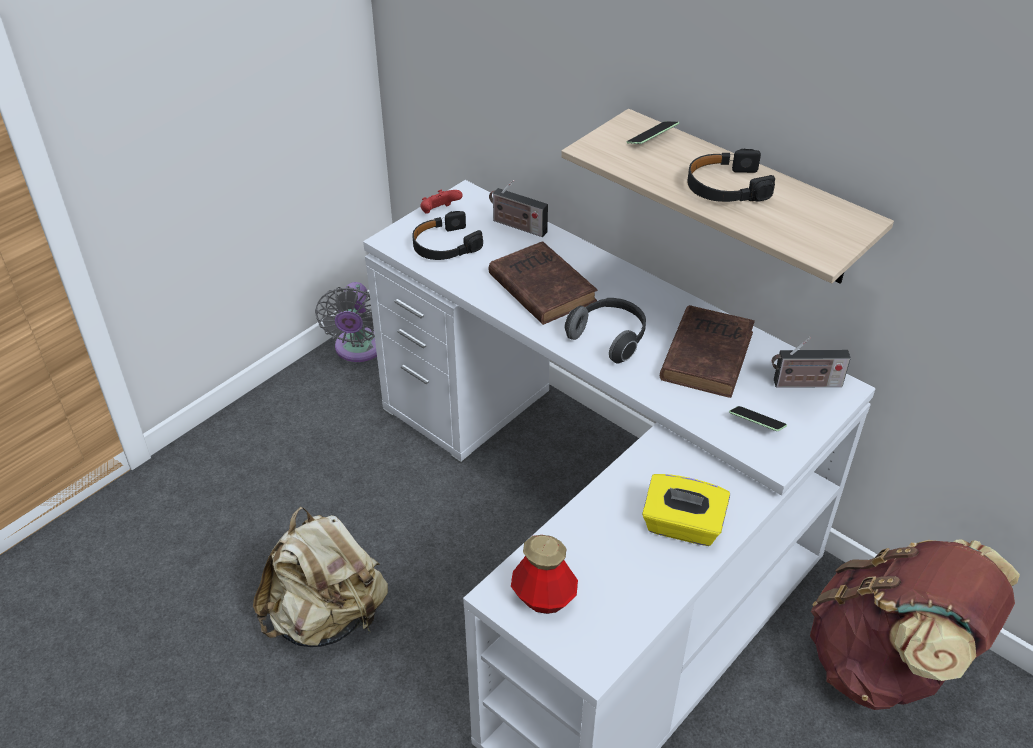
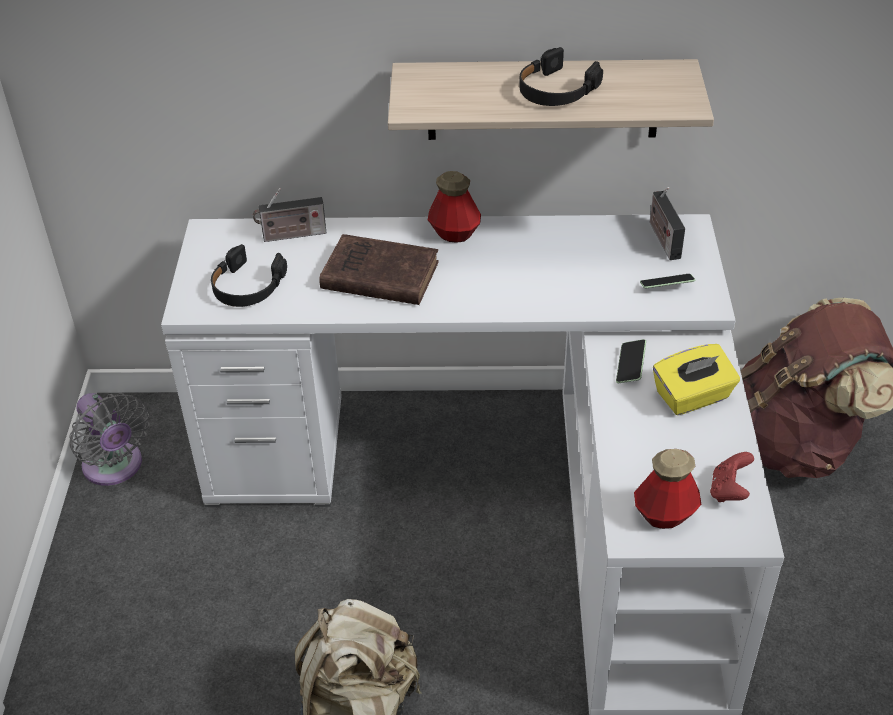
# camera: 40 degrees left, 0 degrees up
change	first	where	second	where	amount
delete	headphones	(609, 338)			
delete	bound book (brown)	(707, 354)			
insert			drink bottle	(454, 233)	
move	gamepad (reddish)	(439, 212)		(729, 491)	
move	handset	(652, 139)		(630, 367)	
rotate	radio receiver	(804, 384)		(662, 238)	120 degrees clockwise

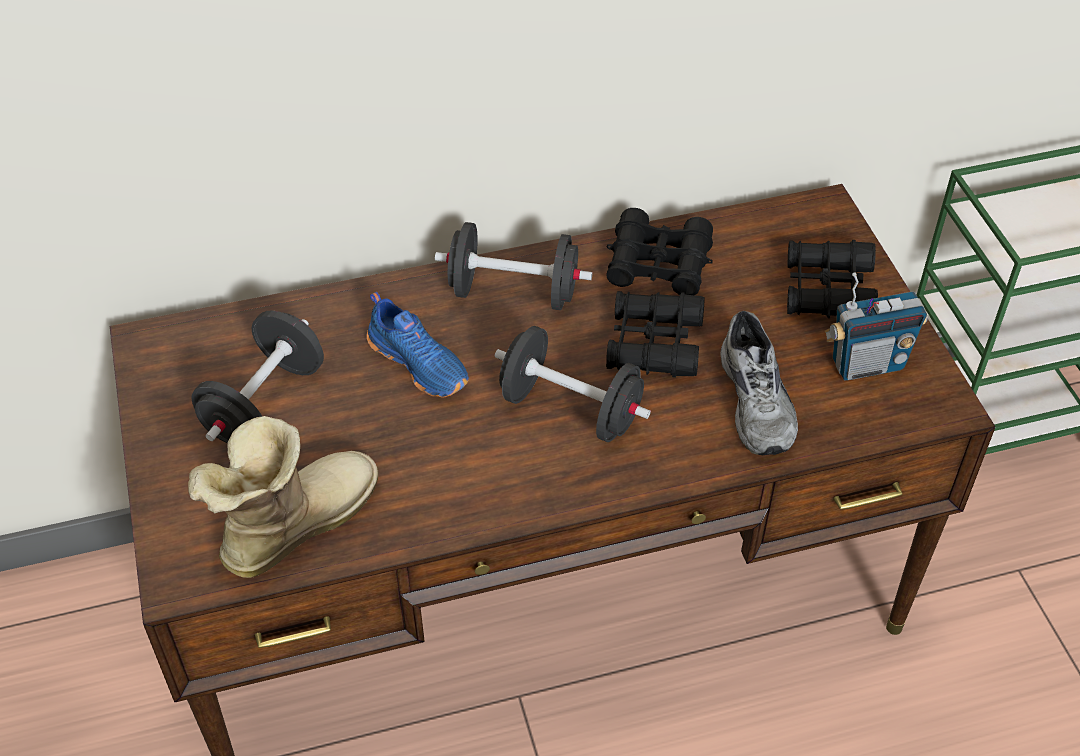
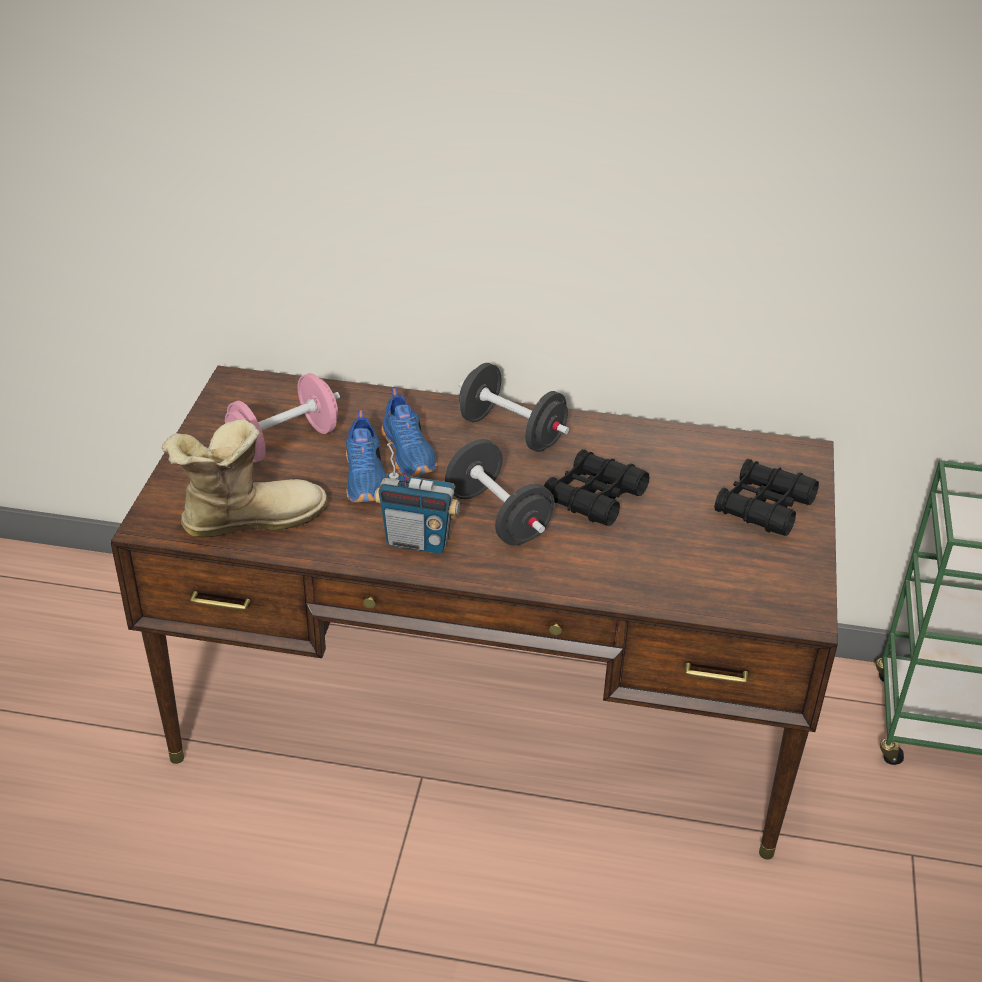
# camera: 25 degrees right, 10 degrees down
change	first	where	second	where	amount
delete	field glasses (blackish)	(659, 264)			
delete	shoe (grey)	(759, 401)			
insert			shoe (blue)	(367, 478)	
move	radio receiver	(867, 364)		(418, 541)	
recolor	hand weight (blackish)	(264, 404)	hand weight (pinkish)	(284, 442)	

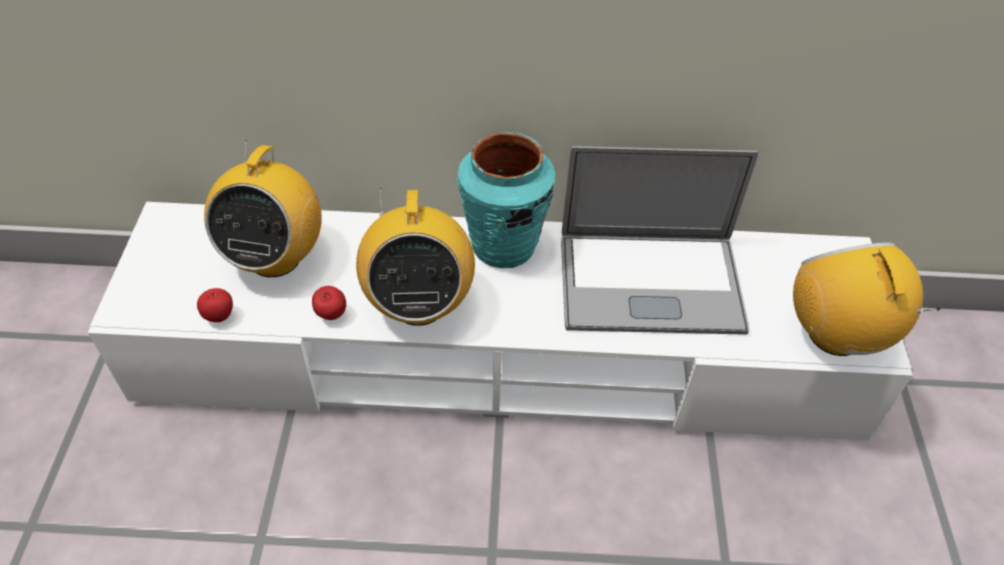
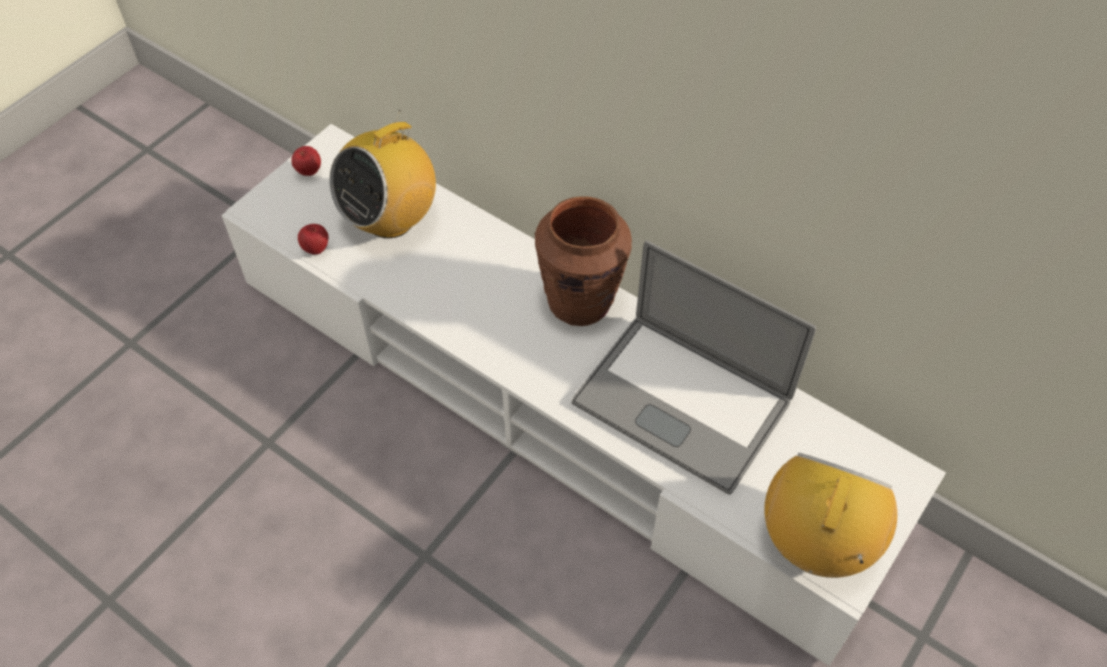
# camera: 35 degrees right, 5 degrees up
change	first	where	second	where	amount
delete	radio receiver	(419, 303)			
move	whole apple	(331, 315)		(309, 172)	
recolor	decorative vase (blue-green)	(503, 246)	decorative vase (brown)	(580, 301)	

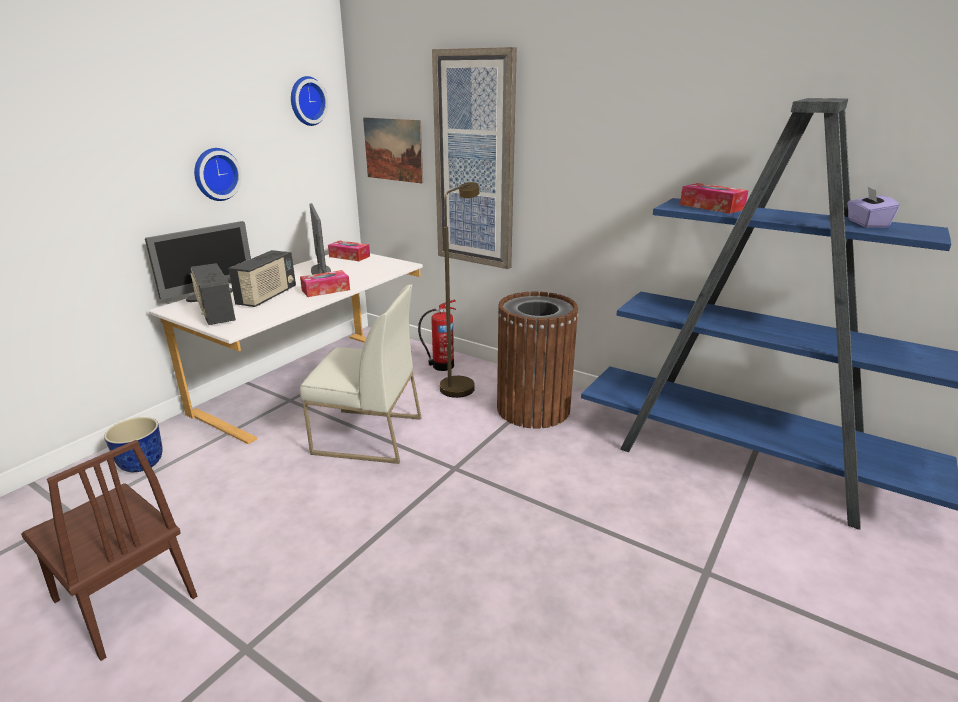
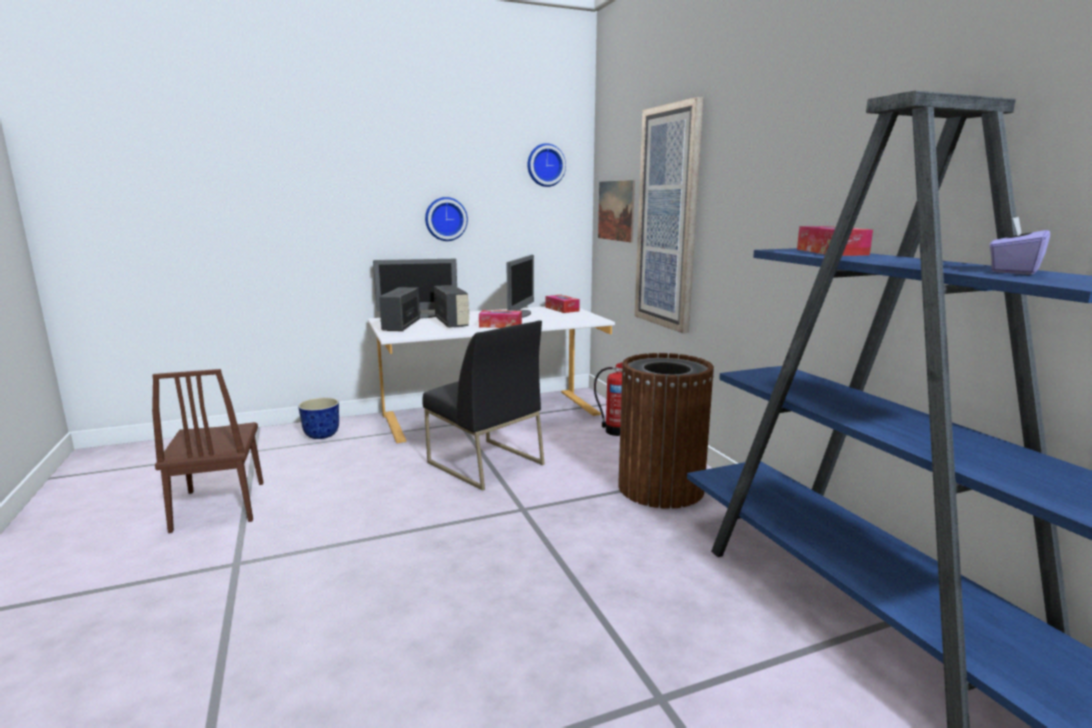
# camera: 35 degrees right, 10 degrees down
change	first	where	second	where	amount
delete	floor lamp (brown)	(460, 384)			
recolor	chair (whitish)	(367, 436)	chair (blackish)	(484, 463)	
rotate	radio receiver	(267, 297)		(452, 323)	75 degrees counterclockwise

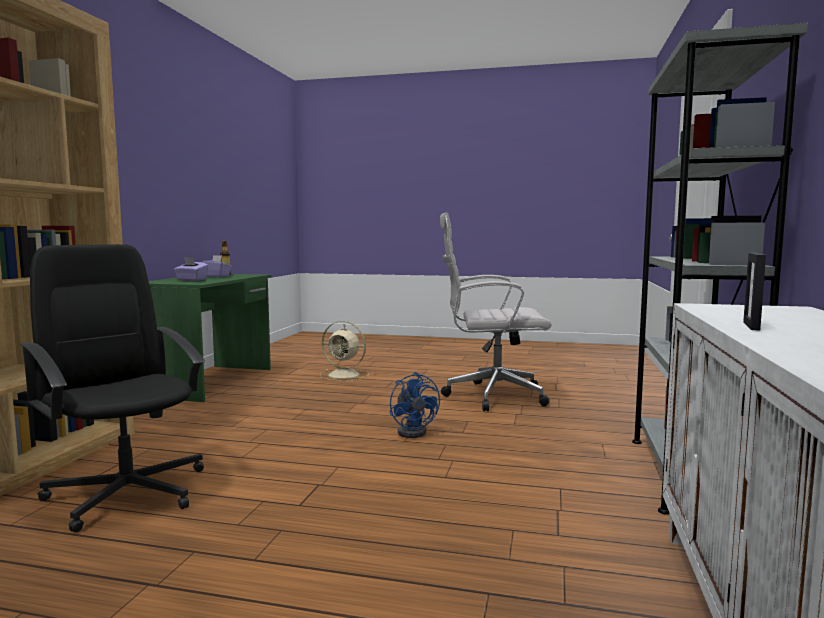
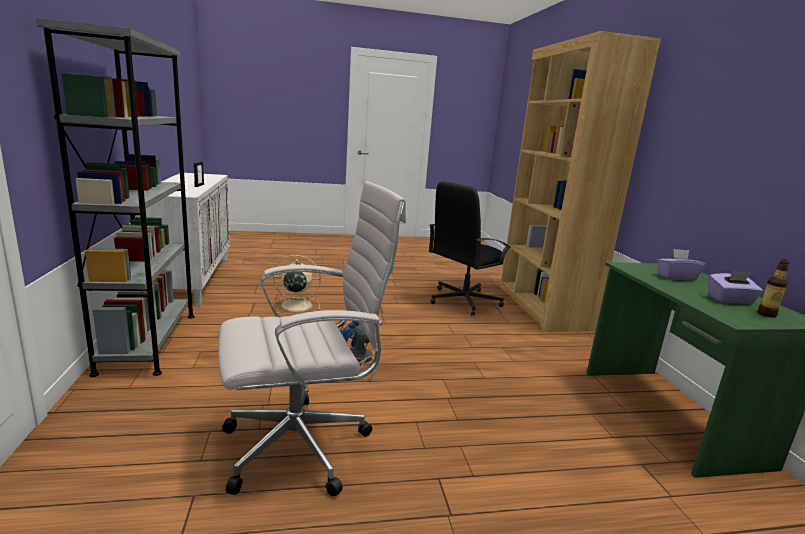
# camera: 155 degrees right, 10 degrees up
change	first	where	second	where	amount
move	cooling fan (beige)	(345, 375)		(295, 305)	
rotate	desk chair (blackish)	(127, 492)		(463, 301)	120 degrees clockwise

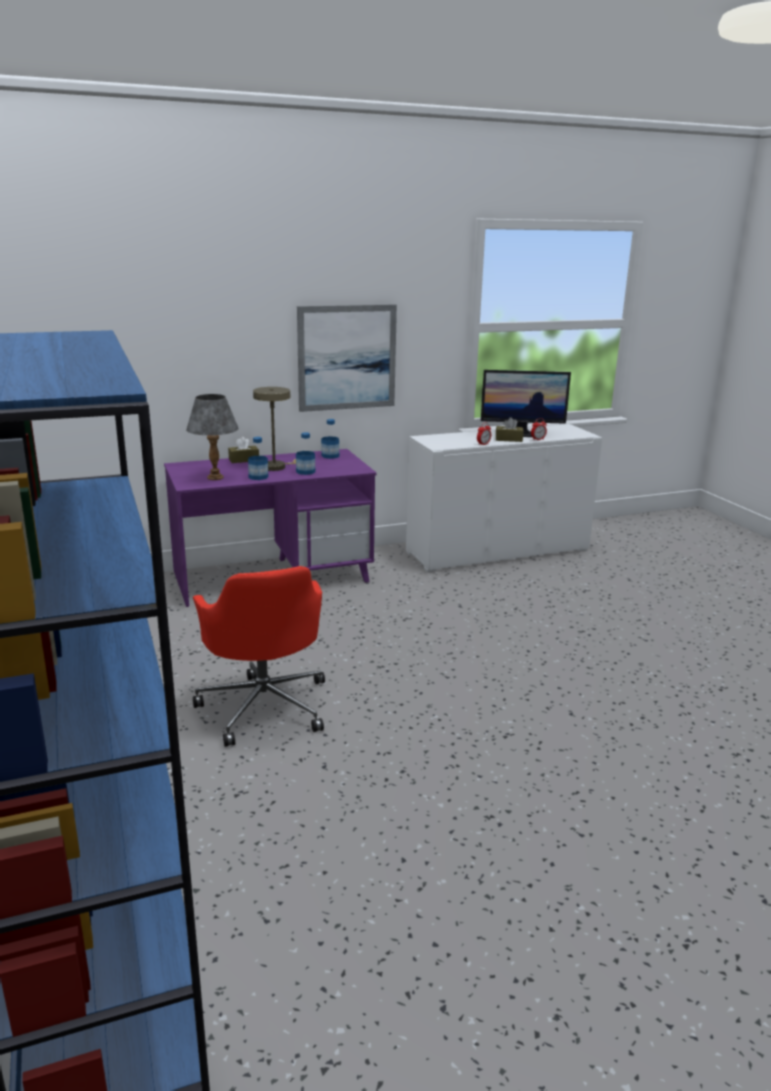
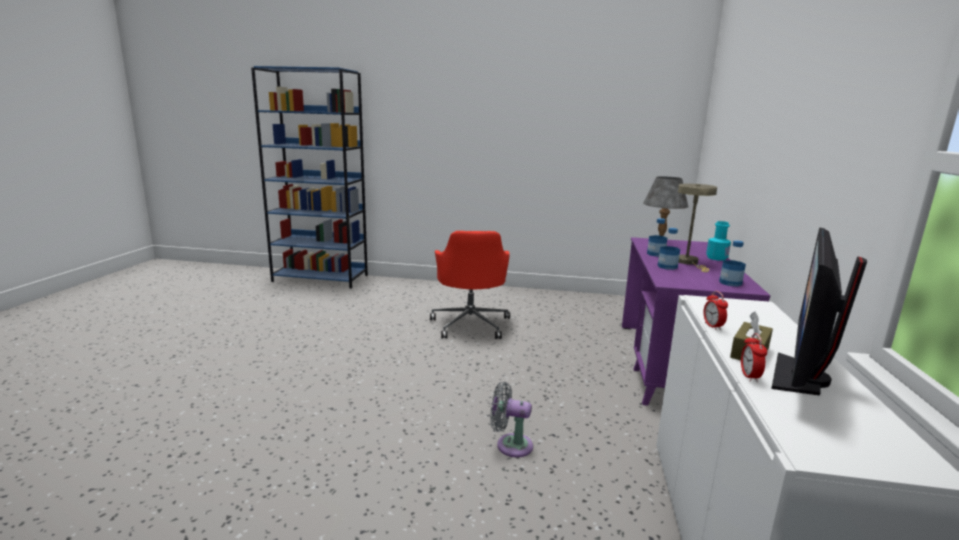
# camera: 120 degrees right, 5 degrees down
change	first	where	second	where	amount
delete	wall picture	(347, 357)			
insert			cooling fan (grey)	(510, 445)	
replace	box of tissues (brown)	(244, 460)	drink bottle (blue-green)	(716, 258)	
rotate	desk chair (reddish)	(264, 705)		(470, 324)	105 degrees counterclockwise

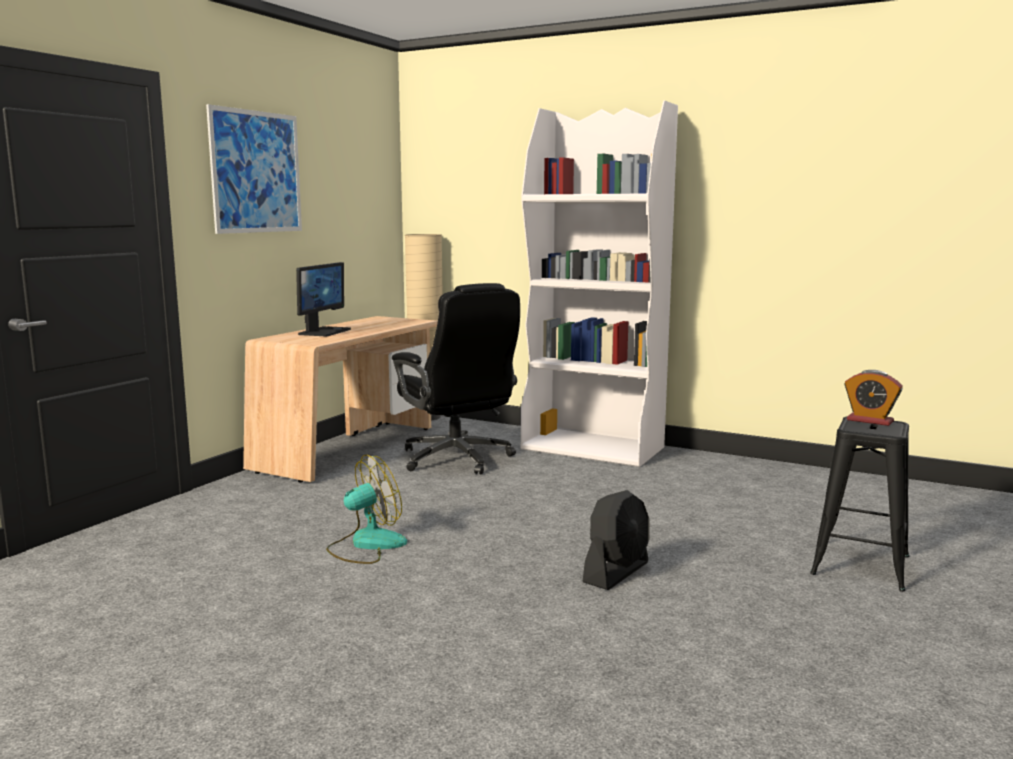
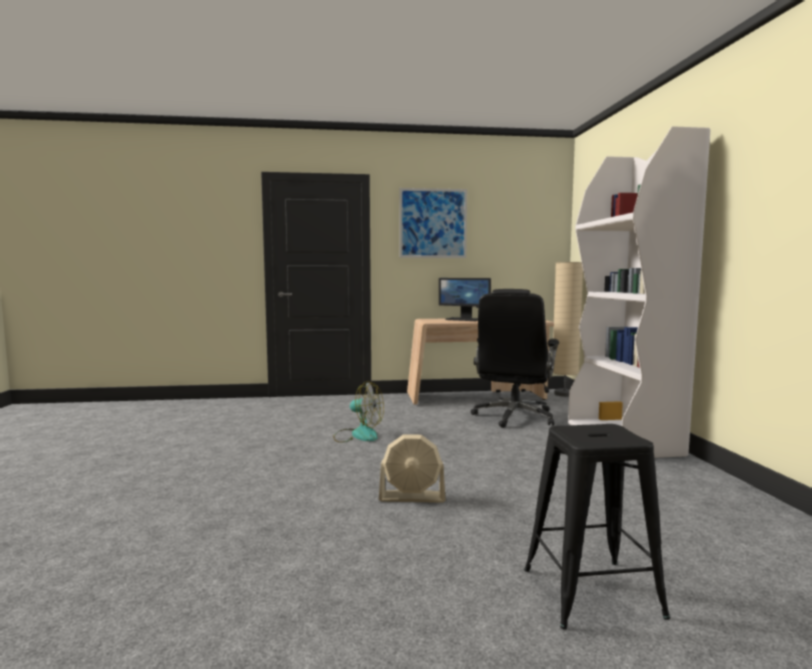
# camera: 55 degrees right, 5 degrees down
change	first	where	second	where	amount
delete	table clock	(870, 420)			
recolor	cooling fan (blackish)	(616, 572)	cooling fan (beige)	(412, 497)	
rotate	monitor	(324, 332)		(464, 319)	45 degrees clockwise

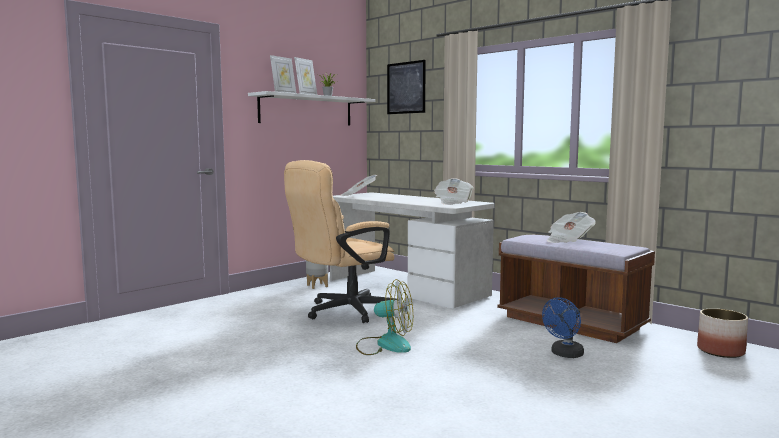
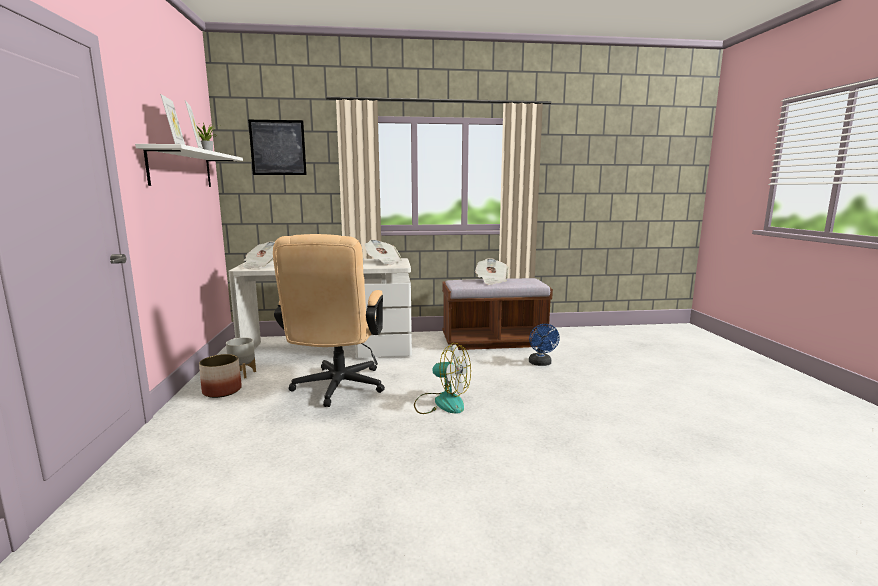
# camera: 50 degrees left, 5 degrees up
change	first	where	second	where	amount
move	planter	(721, 351)		(222, 390)	
rotate	cooling fan	(385, 344)		(441, 402)	60 degrees clockwise

